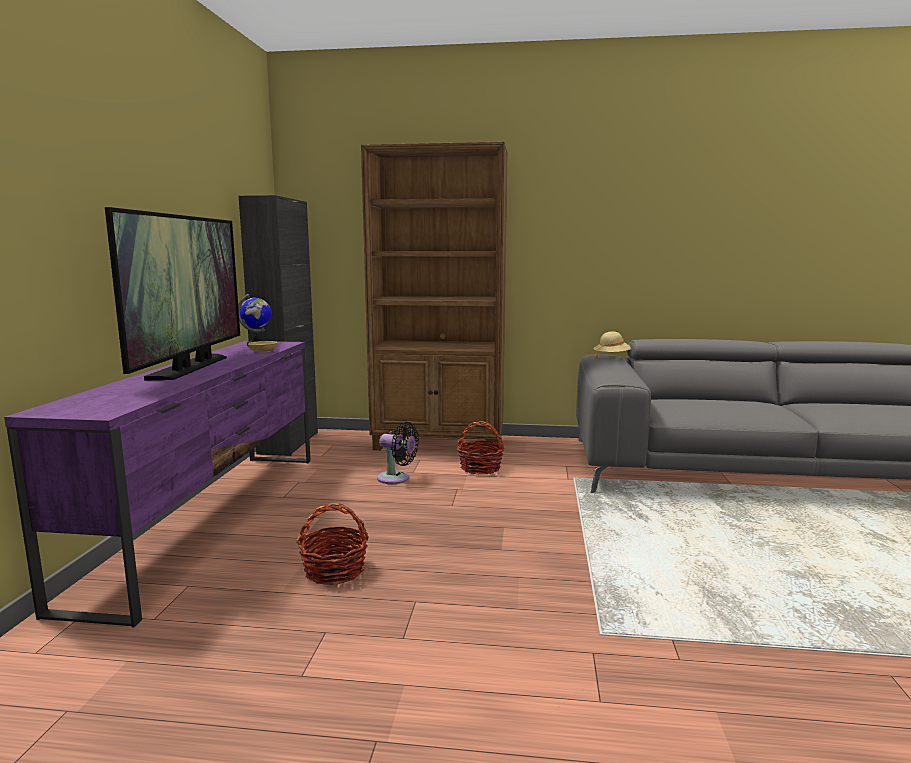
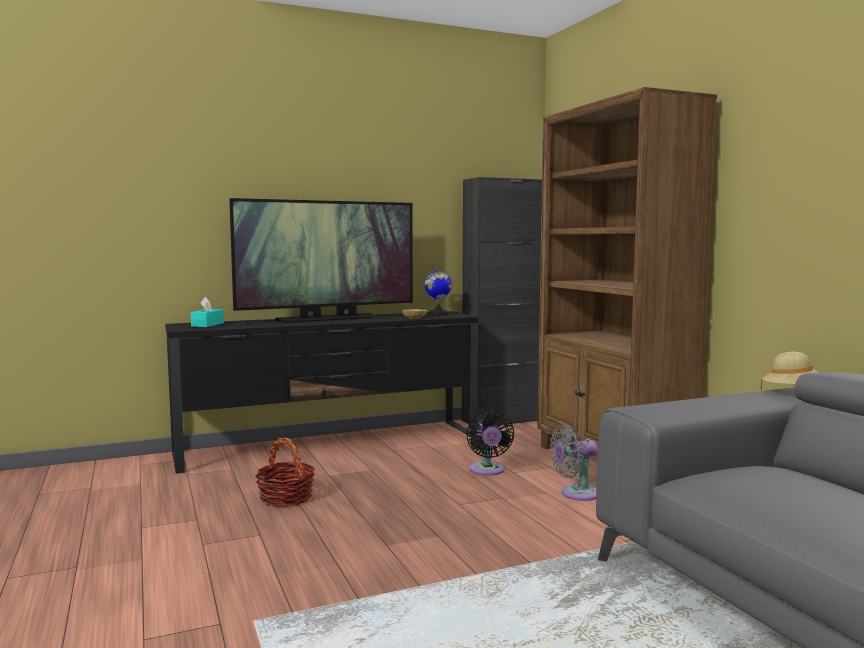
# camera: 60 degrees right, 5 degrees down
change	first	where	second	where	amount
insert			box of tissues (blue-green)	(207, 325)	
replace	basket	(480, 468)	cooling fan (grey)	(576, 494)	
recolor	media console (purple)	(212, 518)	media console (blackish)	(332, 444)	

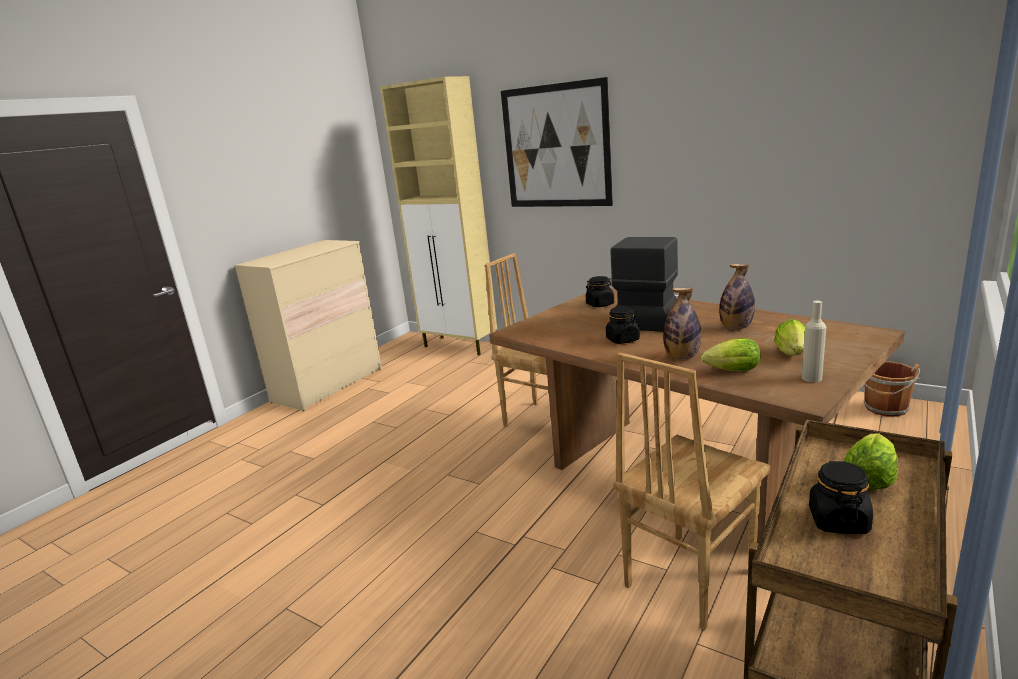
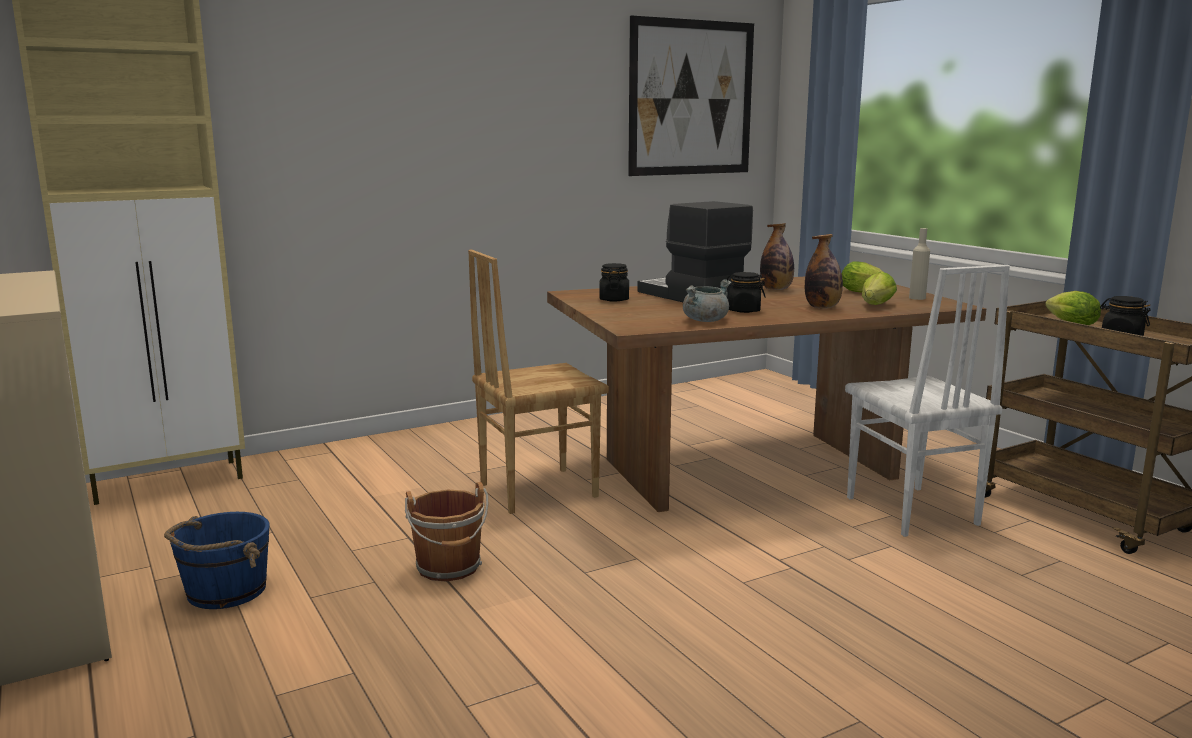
# camera: 65 degrees left, 5 degrees down
change	first	where	second	where	amount
insert			water bucket (blue)	(225, 591)	
insert			saucepot (grey)	(705, 320)	
move	wall picture	(556, 147)		(691, 98)	
move	water bucket (brown)	(885, 409)		(449, 568)	
recolor	chair (brown)	(687, 578)	chair (whitish)	(910, 511)	

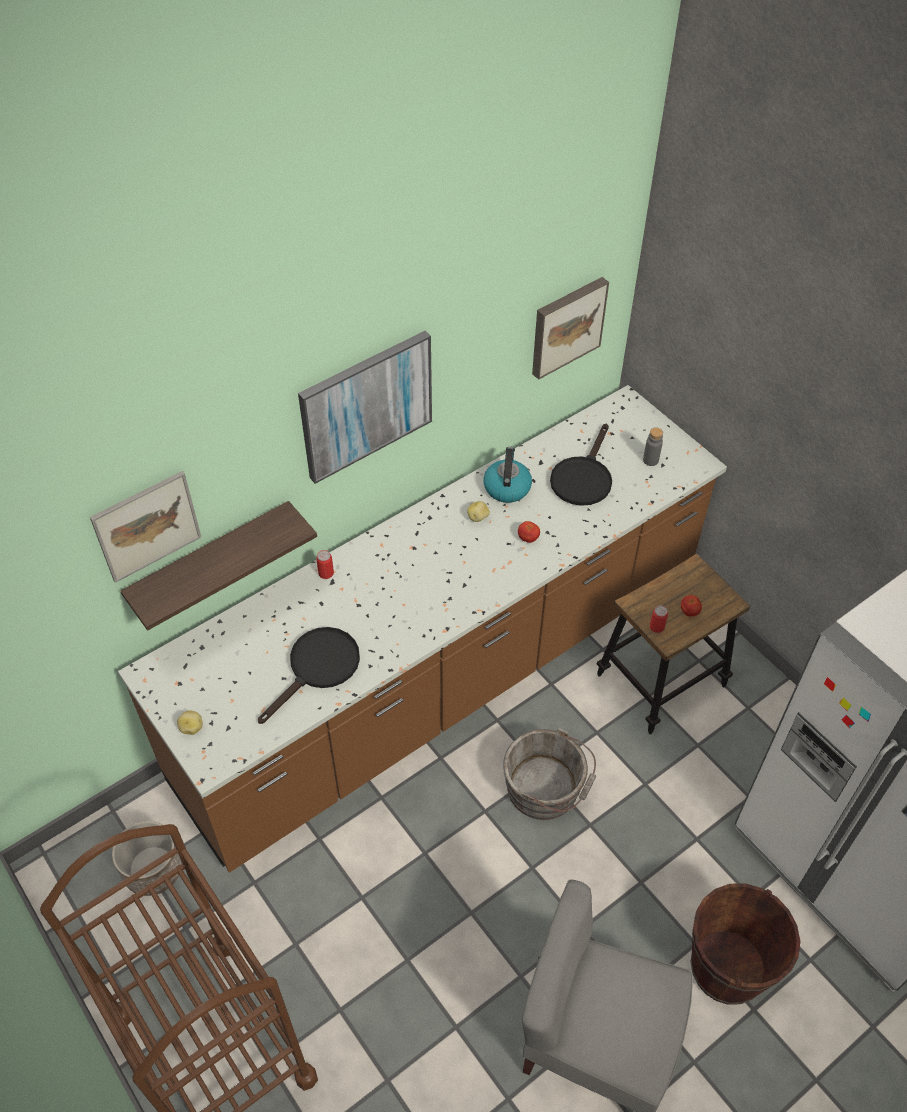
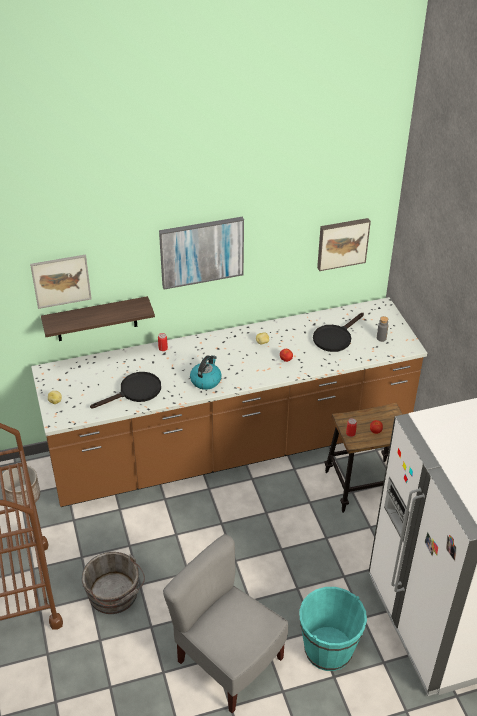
# camera: 20 degrees right, 10 degrees down
change	first	where	second	where	amount
move	water kettle	(507, 487)		(206, 380)	
move	water bucket (grey)	(546, 789)		(115, 595)	
recolor	water bucket (brown)	(727, 968)	water bucket (blue-green)	(328, 649)	

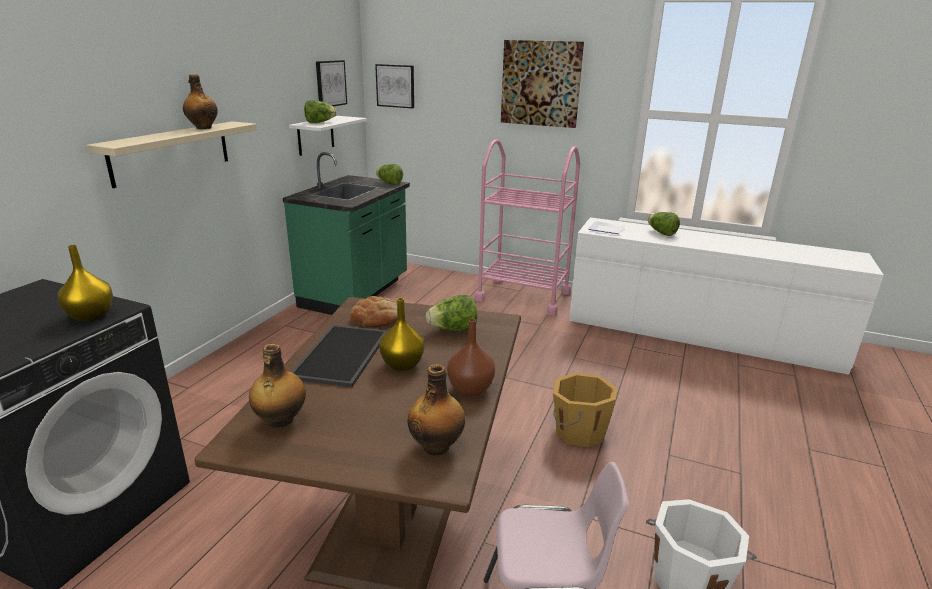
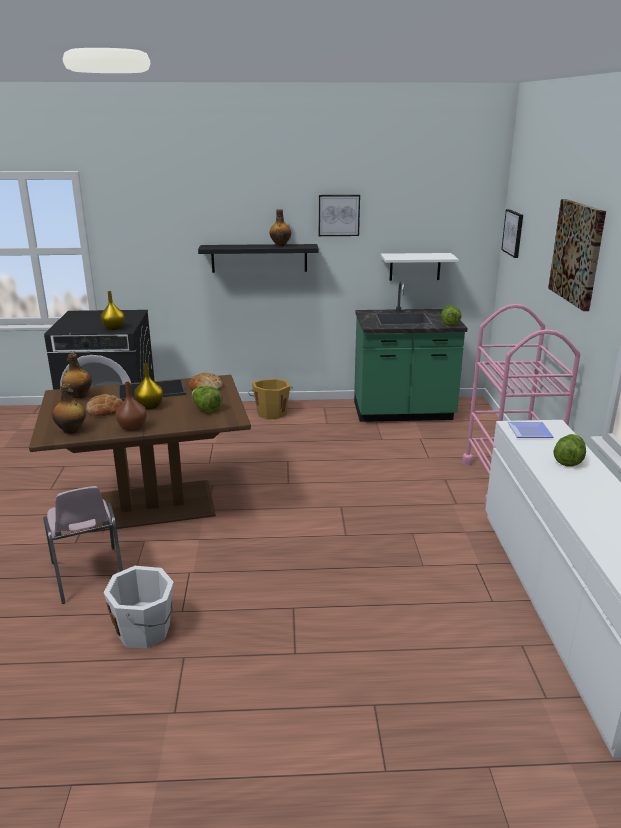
# camera: 65 degrees right, 0 degrees up
change	first	where	second	where	amount
delete	lettuce head	(319, 122)			
insert			bread	(105, 409)	
move	wall picture	(330, 83)		(338, 215)	
move	water bucket (orange-coloured)	(578, 431)		(271, 413)	
recolor	wall shelf (beige)	(171, 152)	wall shelf (blackish)	(259, 258)	

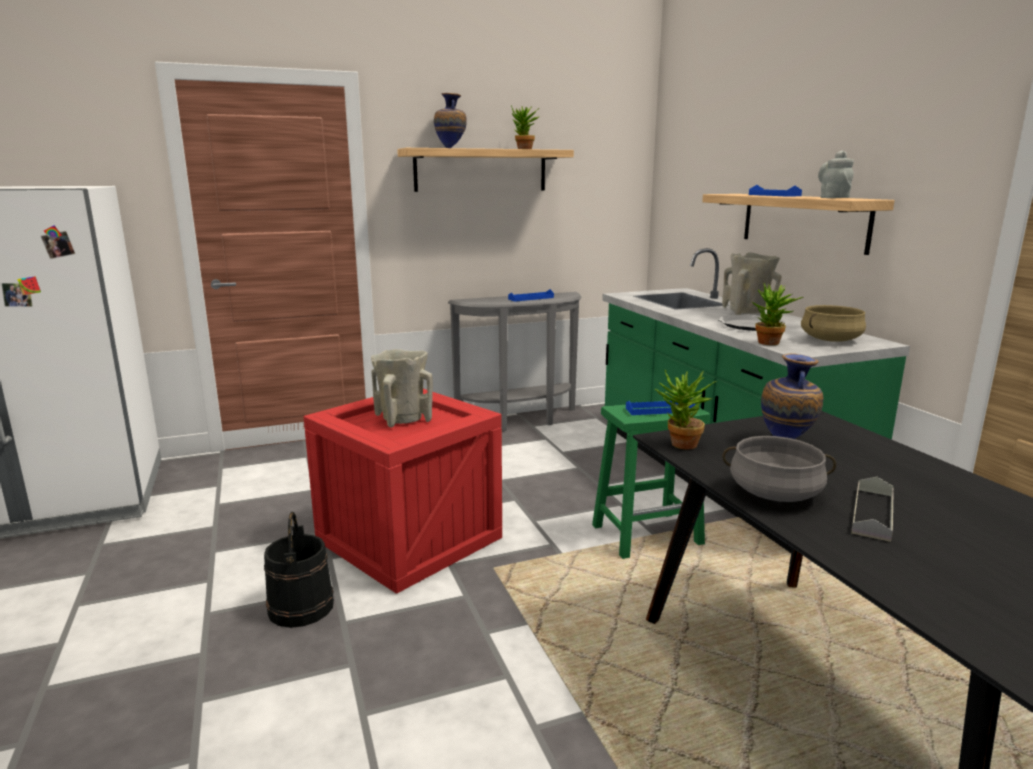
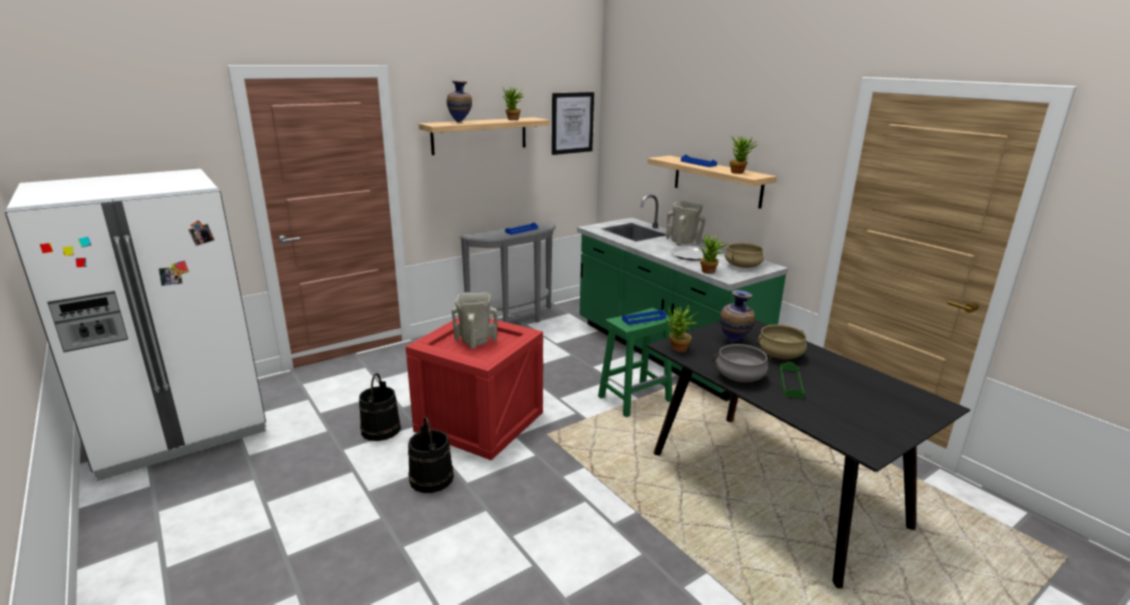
# camera: 15 degrees left, 5 degrees up
change	first	where	second	where	amount
insert			water bucket (blackish)	(381, 429)	
insert			wall picture	(572, 123)	
insert			saucepot (beige)	(779, 354)	
replace	pot for tea (grey)	(833, 198)	plant in a pot	(739, 172)	
recolor	serving tray (grey)	(872, 513)	serving tray (greenish)	(791, 383)	

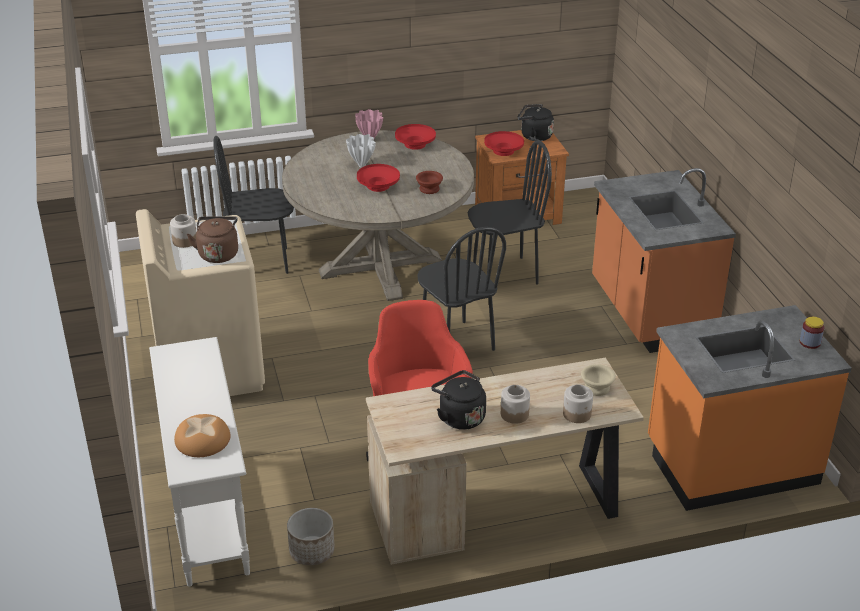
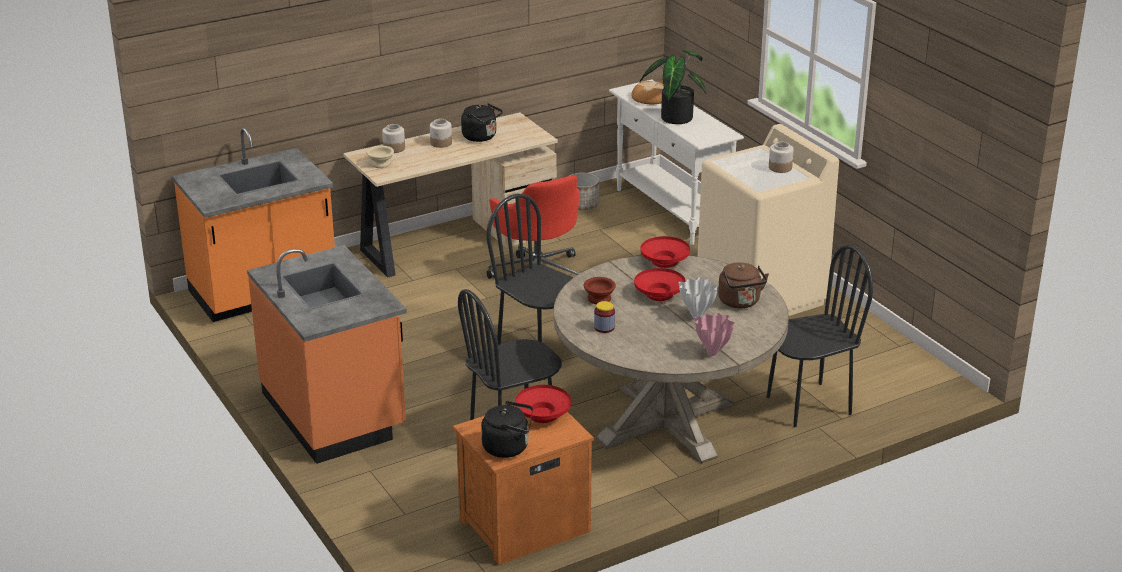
# camera: 165 degrees right, 5 degrees down
change	first	where	second	where	amount
insert			plant in a pot	(674, 117)	
move	water kettle (brown)	(218, 253)		(740, 302)	
move	bowl (reddish)	(415, 144)		(664, 261)	
move	preserve jar	(810, 342)		(604, 327)	

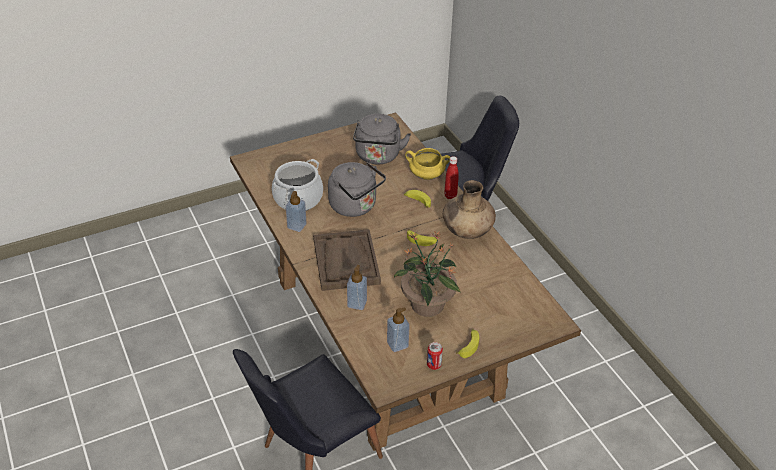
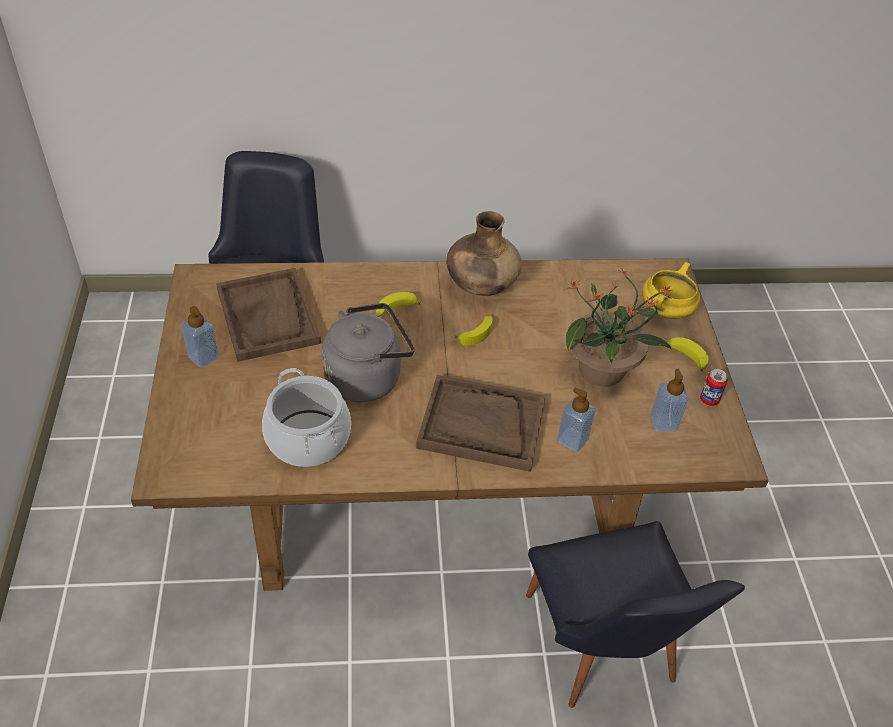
# camera: 70 degrees left, 5 degrees up
change	first	where	second	where	amount
delete	drink bottle (reddish)	(450, 196)			
move	soap bottle	(296, 226)		(203, 357)	
move	saucepot (yellowish)	(426, 176)		(666, 311)	
replace	water kettle (grey)	(378, 157)	serving tray (brown)	(268, 316)	

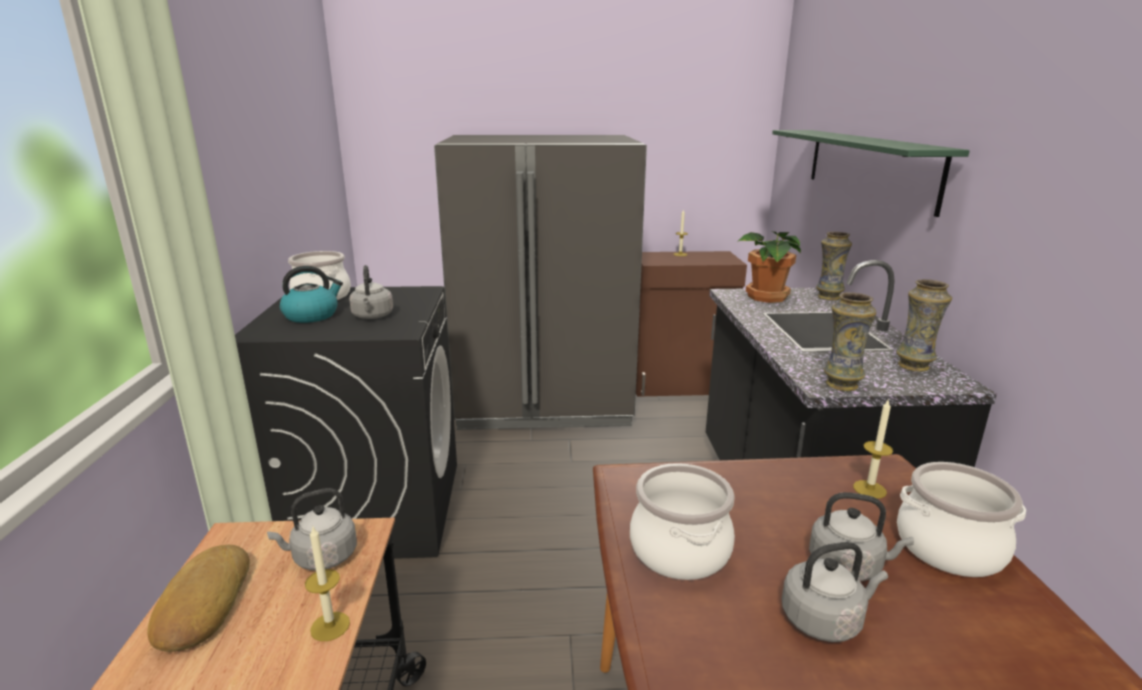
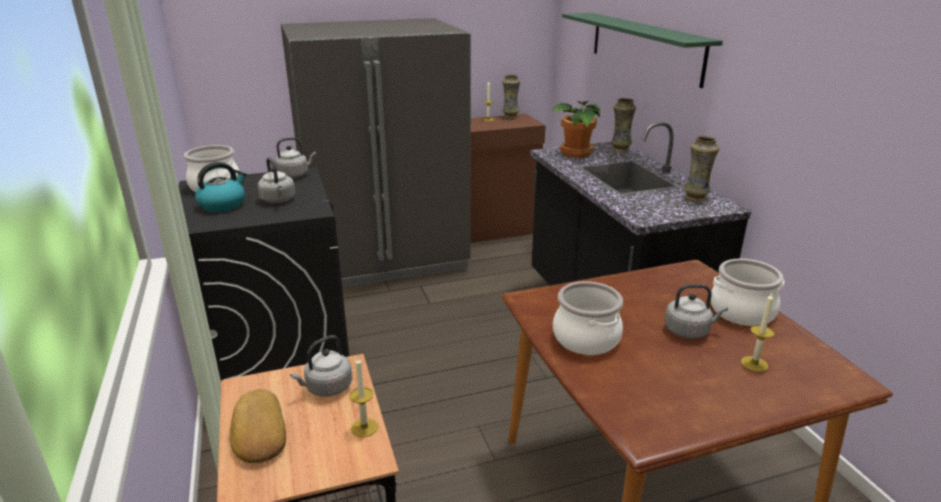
# camera: 15 degrees left, 5 degrees up
change	first	where	second	where	amount
move	water kettle (grey)	(824, 619)		(294, 175)	
move	decorative vase	(841, 384)		(510, 116)	
move	wax light	(869, 489)		(754, 364)	

